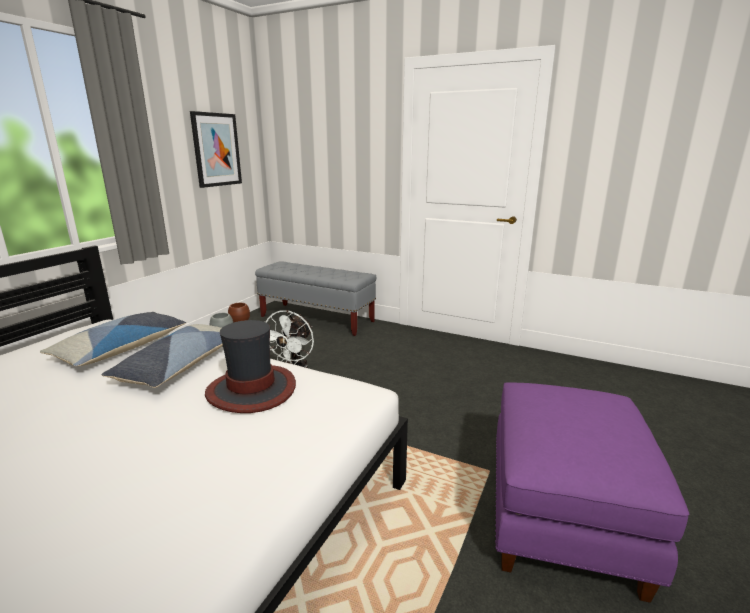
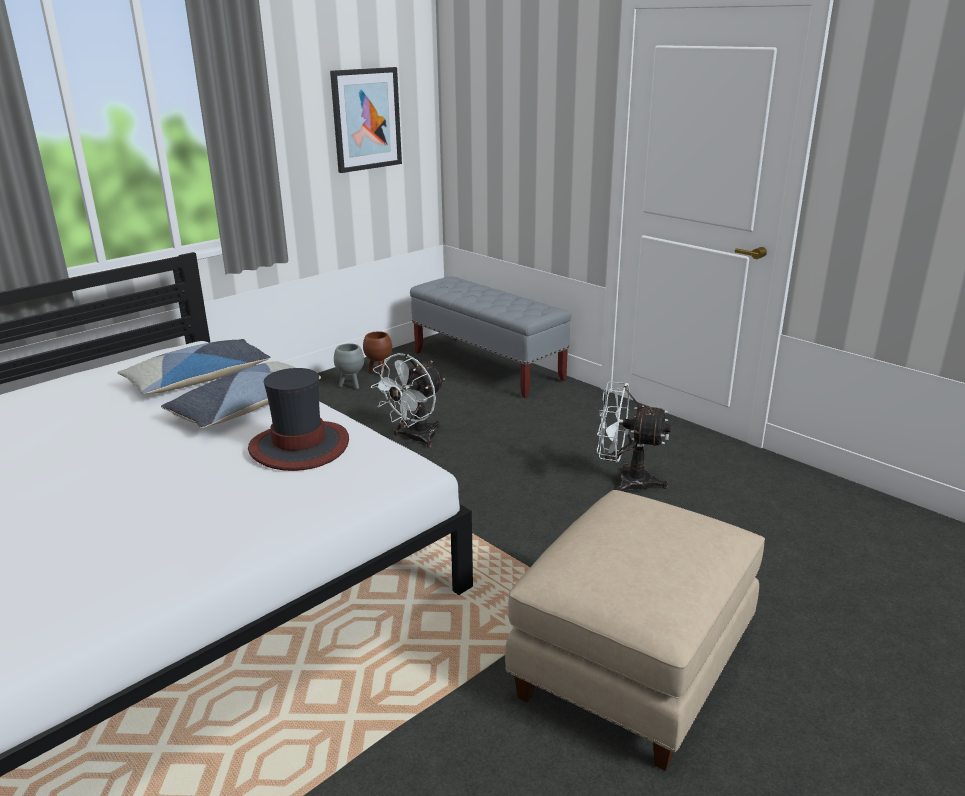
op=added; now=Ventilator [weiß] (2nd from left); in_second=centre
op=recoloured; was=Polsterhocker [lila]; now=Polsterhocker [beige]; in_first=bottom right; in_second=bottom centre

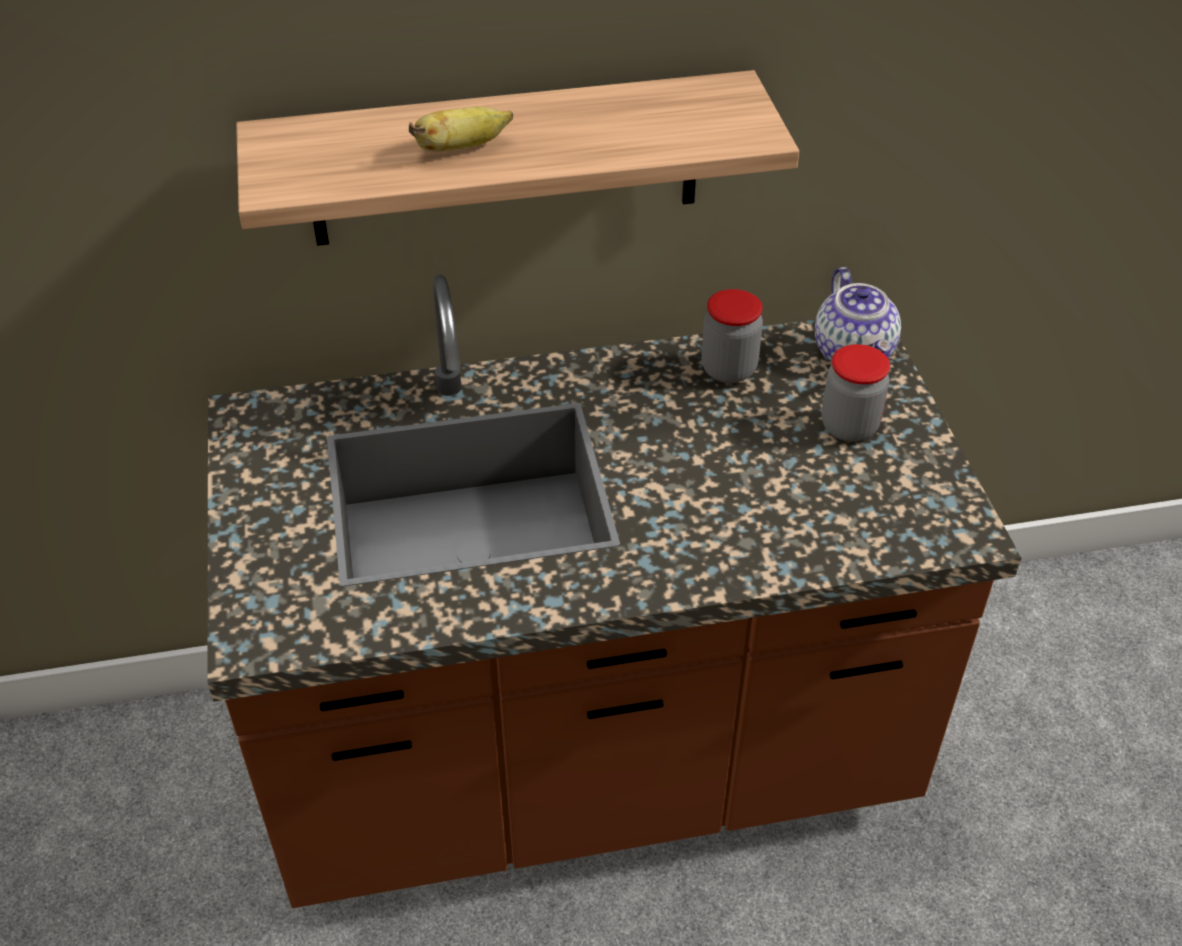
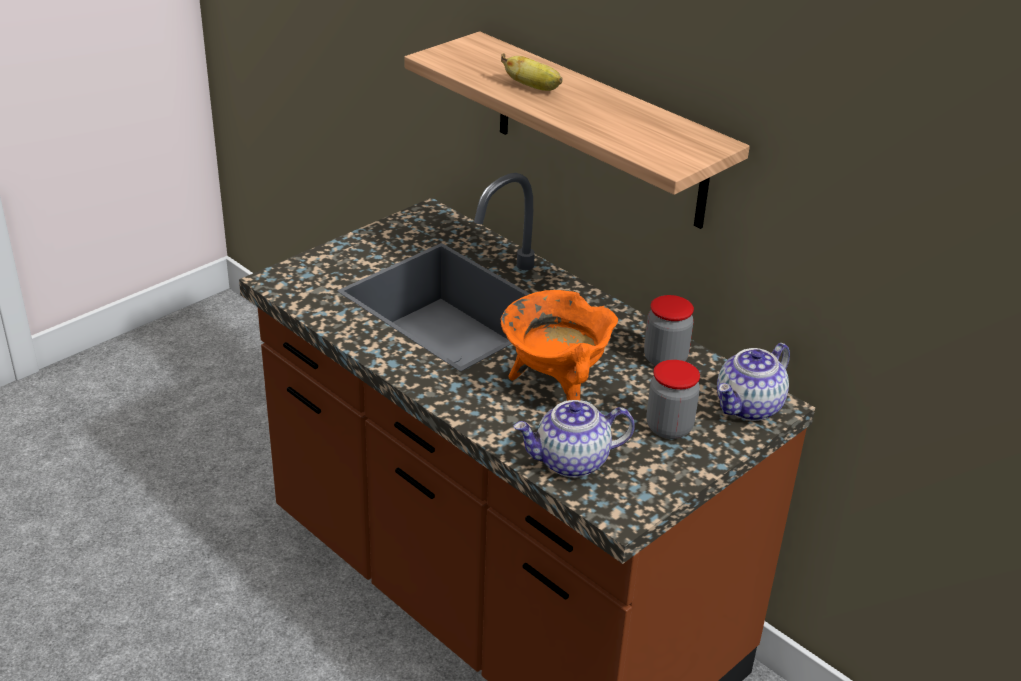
op=added; now=Kochtopf [orange]; in_second=centre
op=added; now=Teekanne (1st from left); in_second=centre

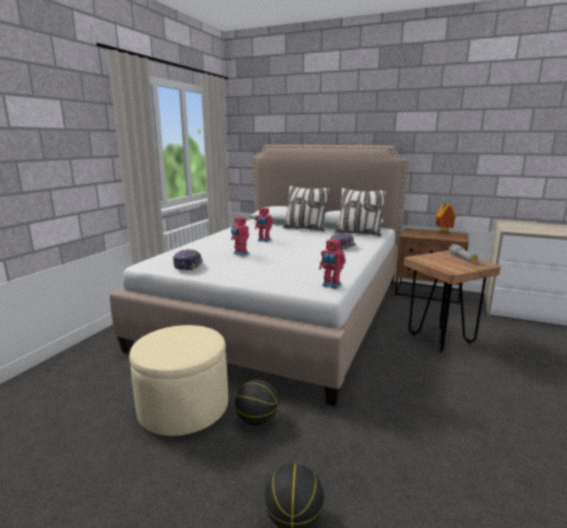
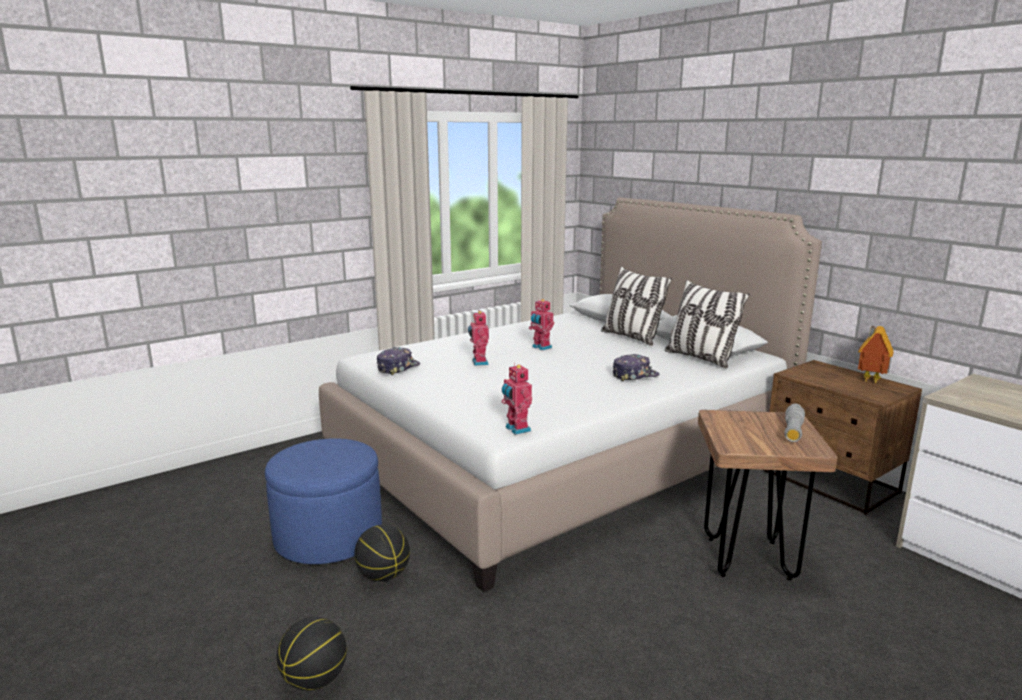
op=recoloured; was=Polsterhocker [beige]; now=Polsterhocker [blau]; in_first=bottom left; in_second=bottom left

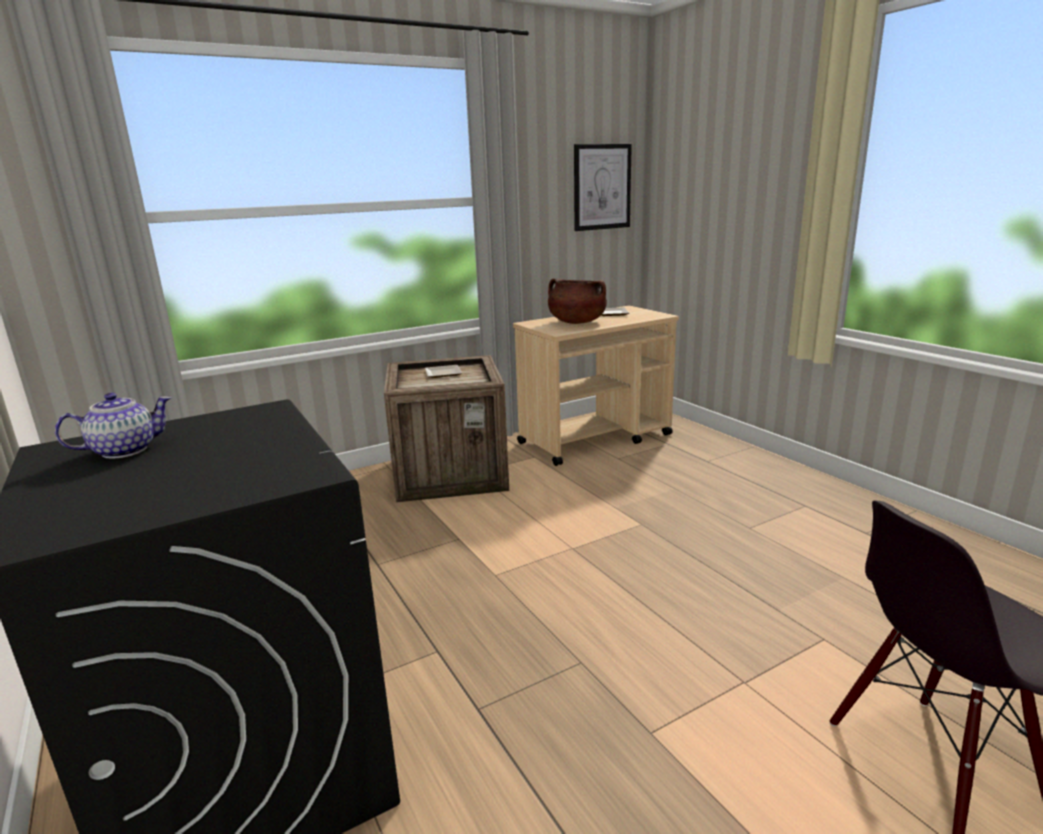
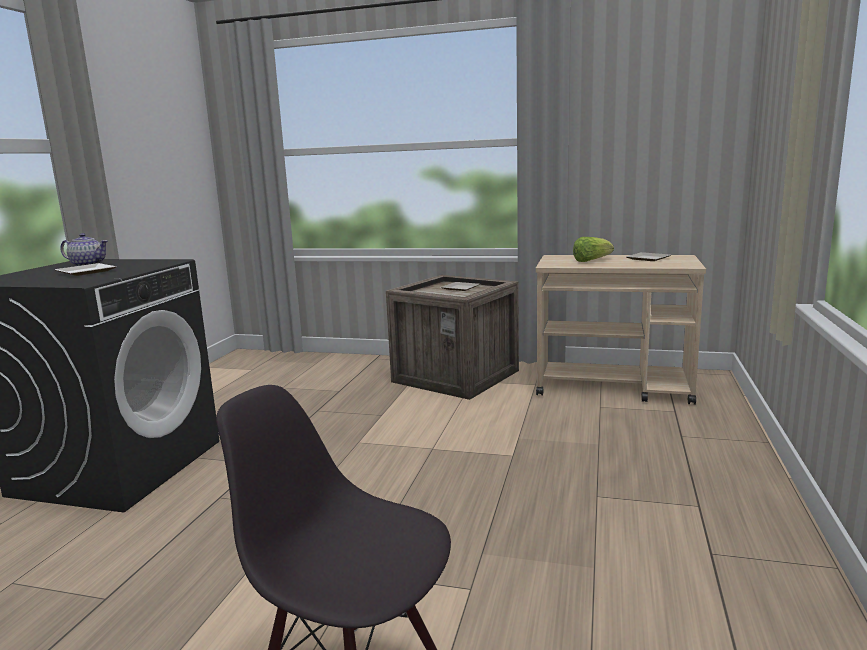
op=removed; was=Bild; in_first=top centre
op=added; now=Teller (1st from left); in_second=middle left
op=replaced; was=Kochtopf [braun]; now=Salatkopf; in_first=centre; in_second=middle right

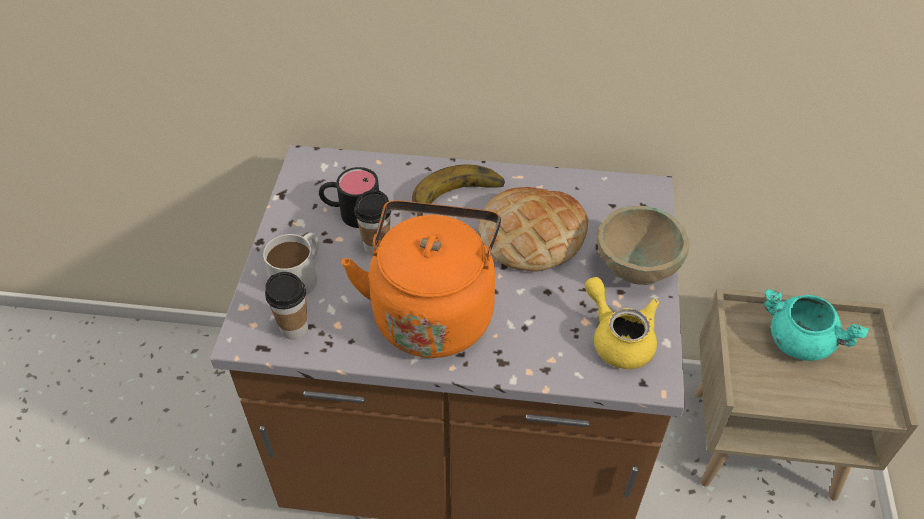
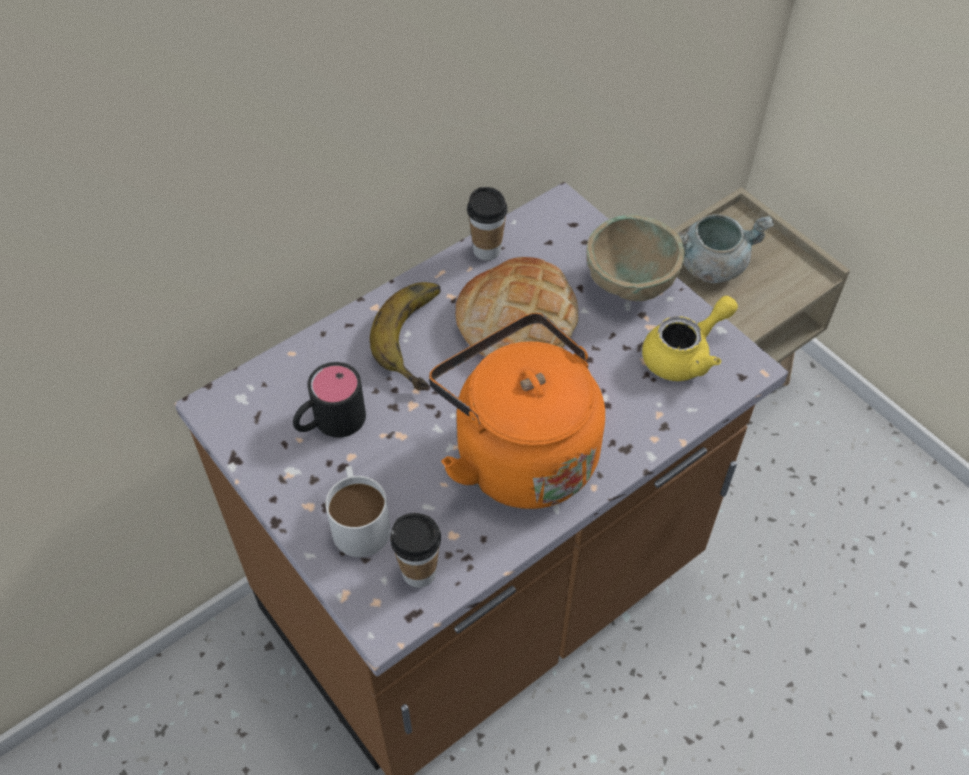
op=moved; was=Tasse (2nd from left); in_first=centre; in_second=top centre
op=recoloured; was=Kochtopf [türkis]; now=Kochtopf [grau]; in_first=middle right; in_second=top right
op=turned; was=Teekanne [gelb]; in_first=middle right; in_second=middle right; clockwise=135

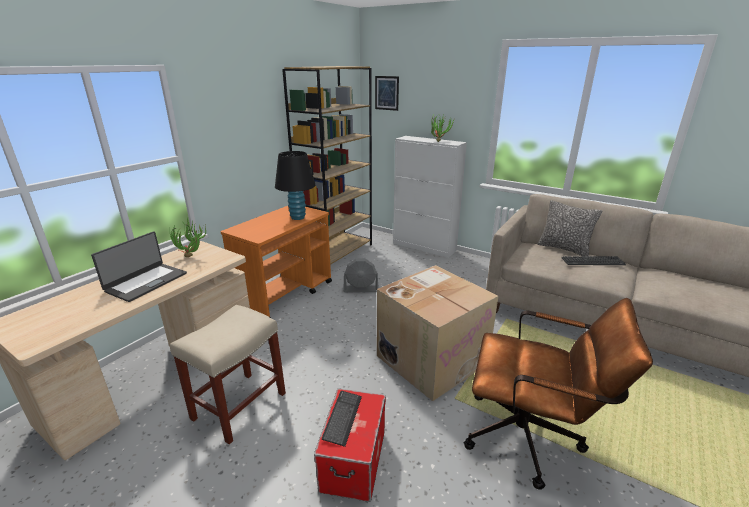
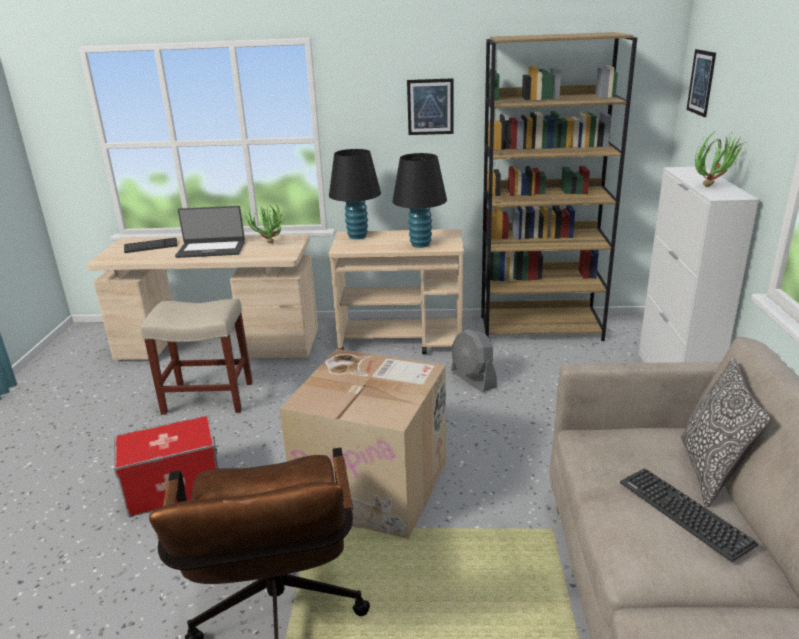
op=added; now=Tischlampe [schwarz] (1st from left); in_second=top centre
op=added; now=Bild (1st from left); in_second=top centre
op=moved; was=Tastatur (1st from left); in_first=bottom centre; in_second=middle left
op=recoloured; was=Rollwagen [orange]; now=Rollwagen [beige]; in_first=centre; in_second=centre

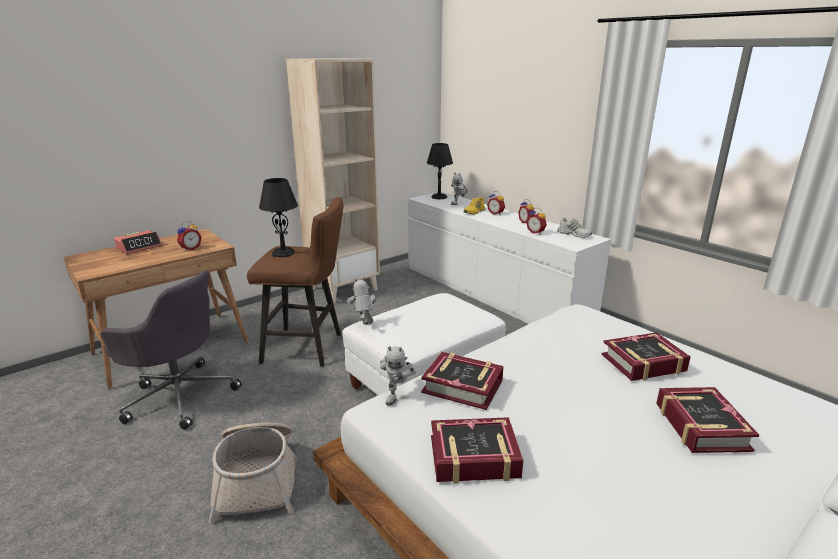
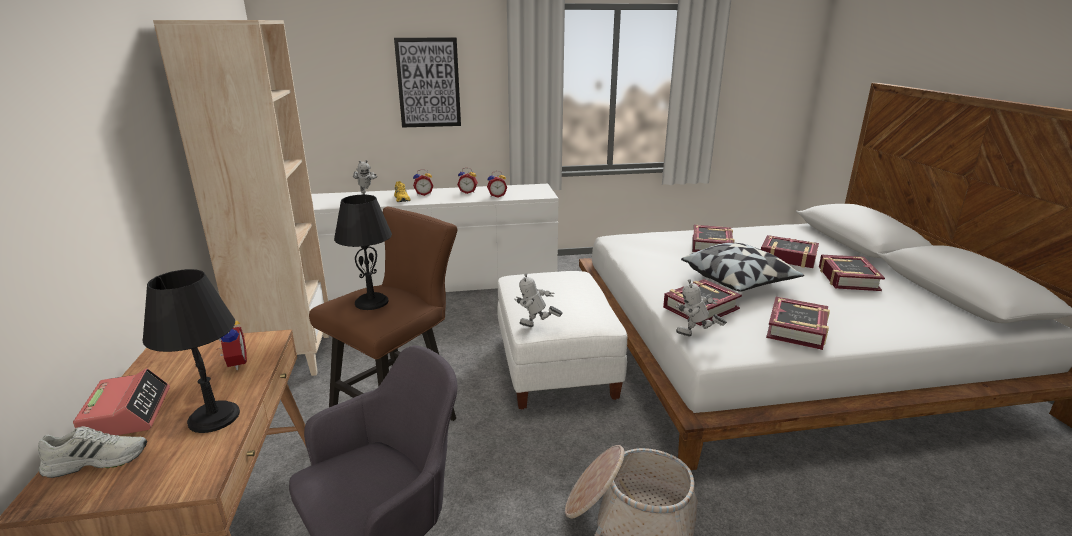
op=added; now=Bild; in_second=top centre
op=added; now=Kissen; in_second=middle right
op=added; now=Buch (5th from left); in_second=middle right
op=moved; was=Tischlampe [schwarz] (2nd from left in the first image); now=Tischlampe [schwarz] (1st from left); in_first=top centre; in_second=middle left
op=moved; was=Schuh [weiß]; in_first=middle right; in_second=bottom left
op=turned; was=Spielzeugroboter (2nd from left in the first image); in_first=bottom centre; in_second=centre; clockwise=150

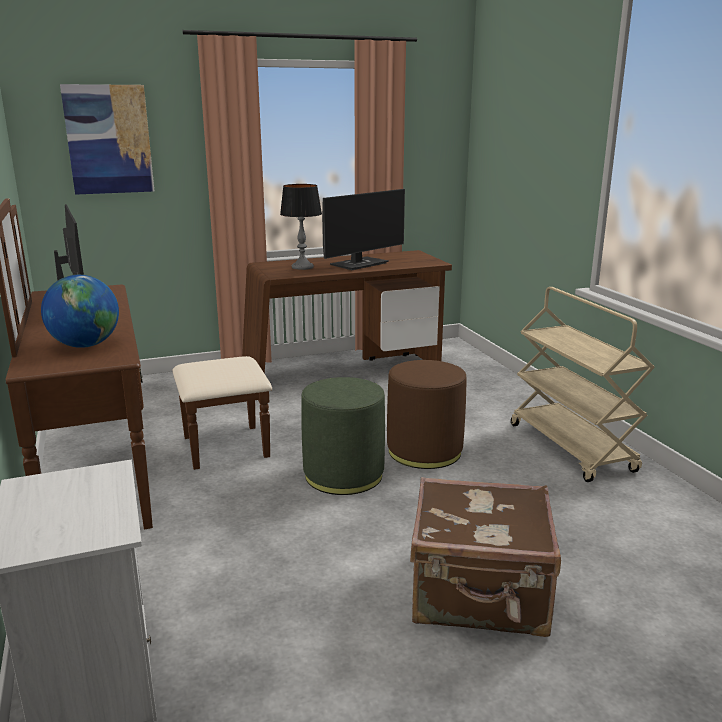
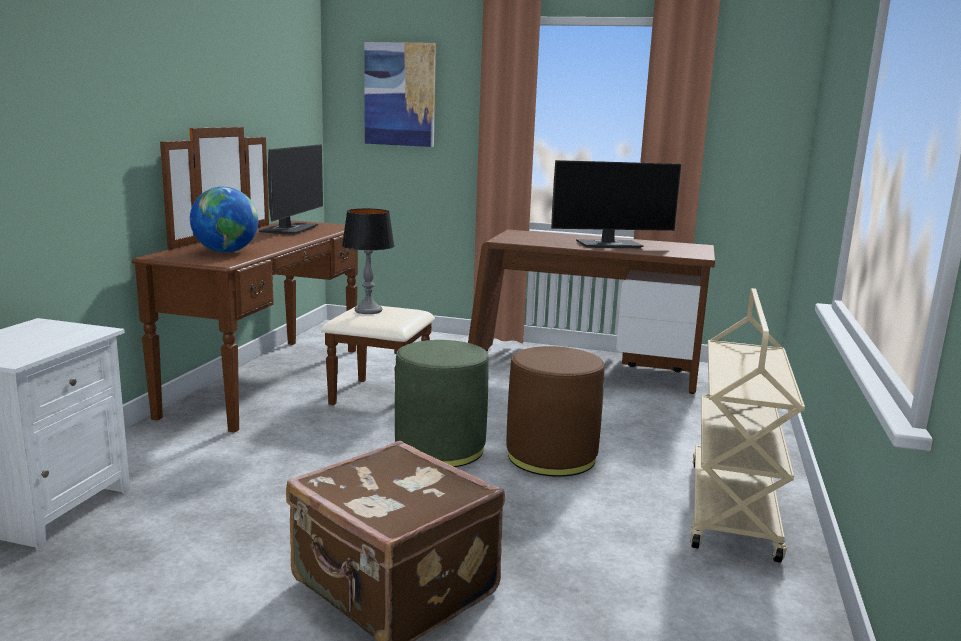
op=moved; was=Tischlampe; in_first=top centre; in_second=centre

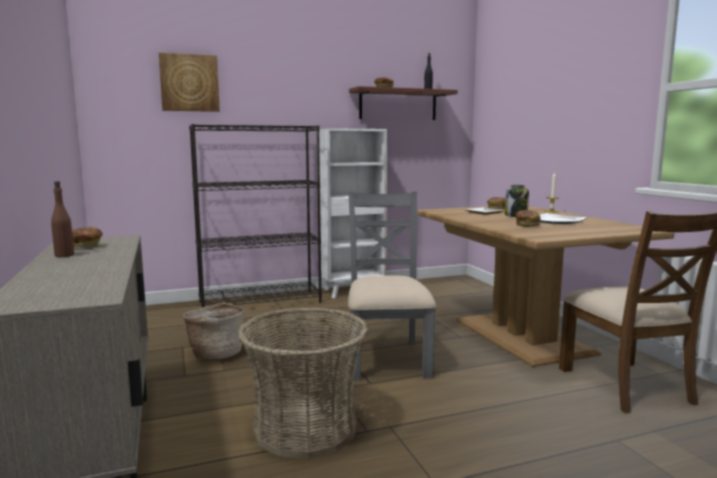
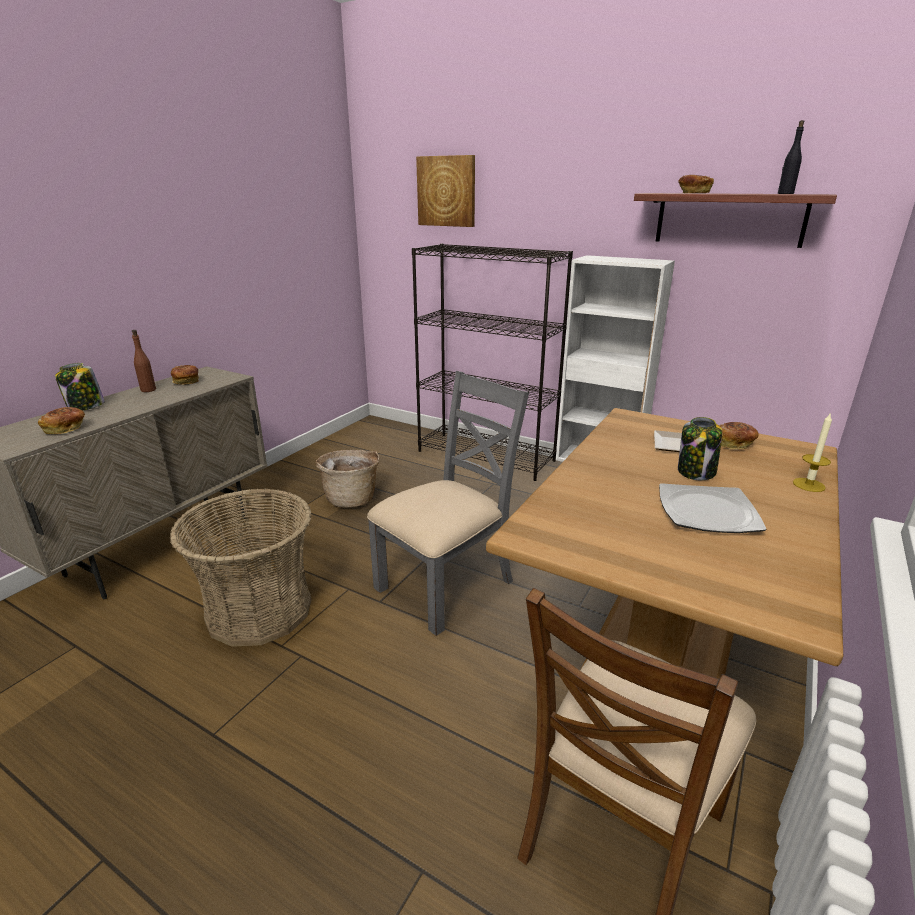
op=added; now=Vorratsglas (1st from left); in_second=middle left
op=moved; was=Brot (4th from left in the first image); now=Brot (1st from left); in_first=middle right; in_second=middle left

